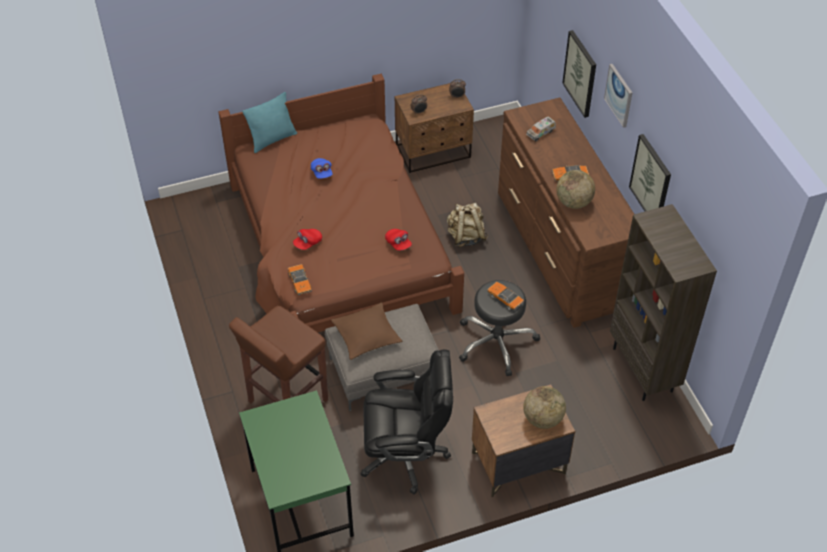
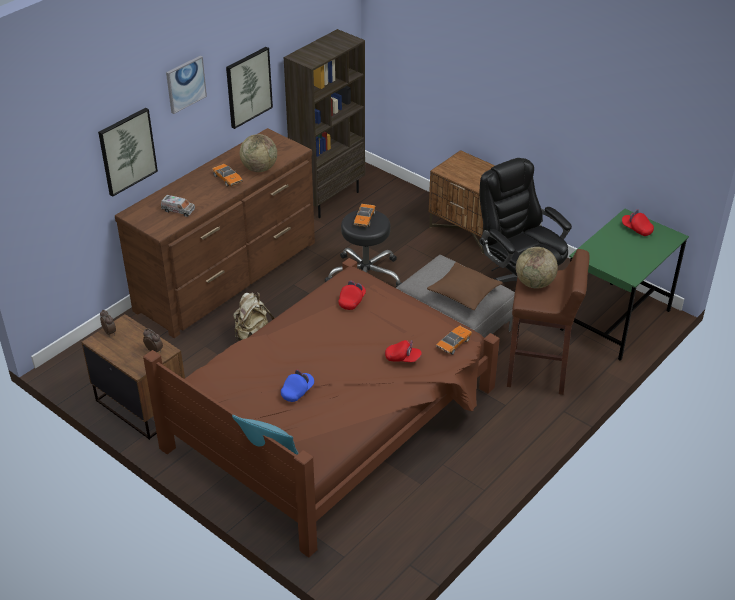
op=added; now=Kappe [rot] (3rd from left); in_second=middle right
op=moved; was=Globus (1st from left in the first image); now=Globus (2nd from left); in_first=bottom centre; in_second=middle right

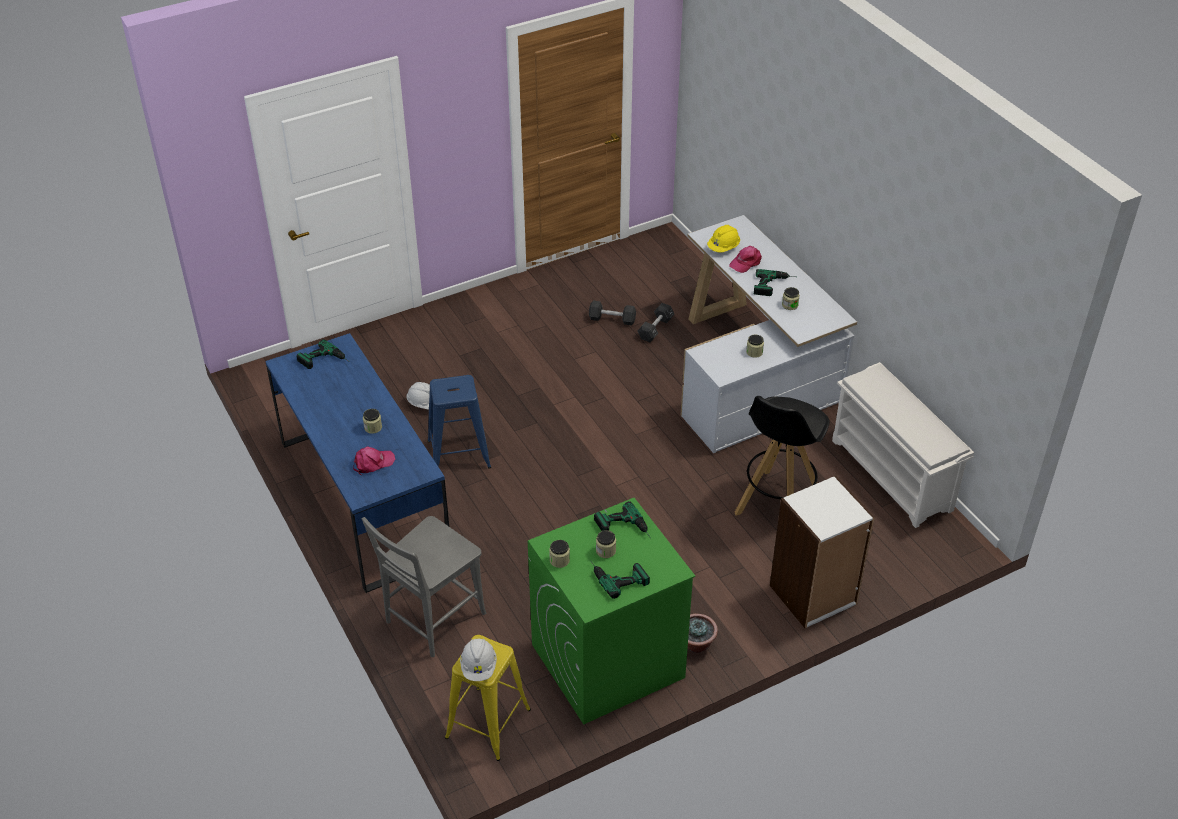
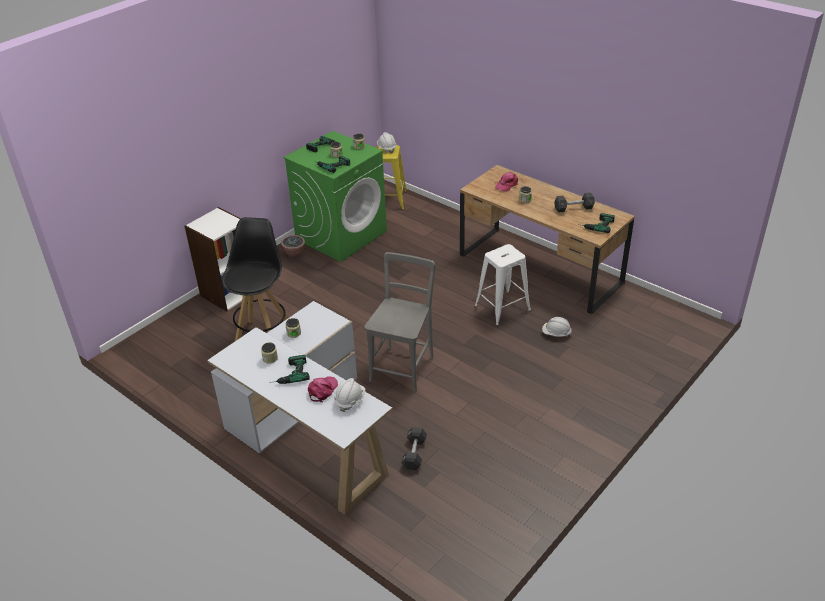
op=removed; was=Schuhregal [weiß]; in_first=middle right
op=moved; was=Stuhl [grau]; in_first=bottom centre; in_second=centre
op=moved; was=Hantel [schwarz] (1st from left in the first image); now=Hantel [schwarz] (2nd from left); in_first=centre; in_second=middle right
op=recoloured; was=Schreibtisch [blau]; now=Schreibtisch [braun]; in_first=middle left; in_second=centre
op=recoloured; was=Hocker [blau]; now=Hocker [weiß]; in_first=centre; in_second=centre
op=recoloured; was=Schutzhelm [gelb]; now=Schutzhelm [weiß] (1st from left); in_first=top centre; in_second=centre

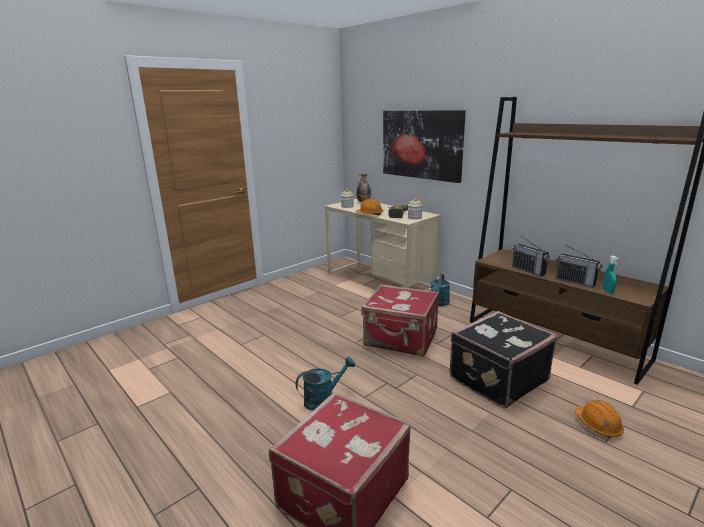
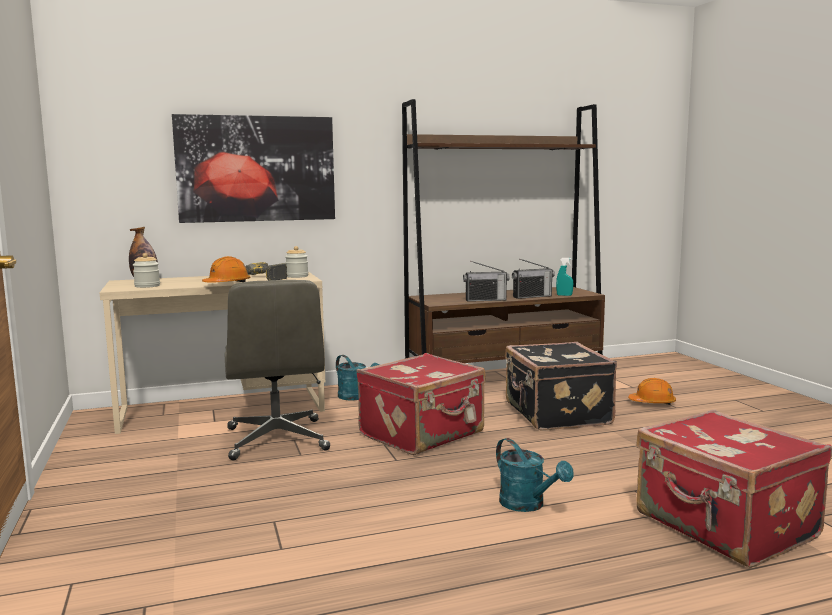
op=added; now=Bürostuhl [grau]; in_second=middle left
op=turned; was=Gießkanne [türkis] (1st from left in the first image); in_first=bottom centre; in_second=bottom centre; clockwise=150

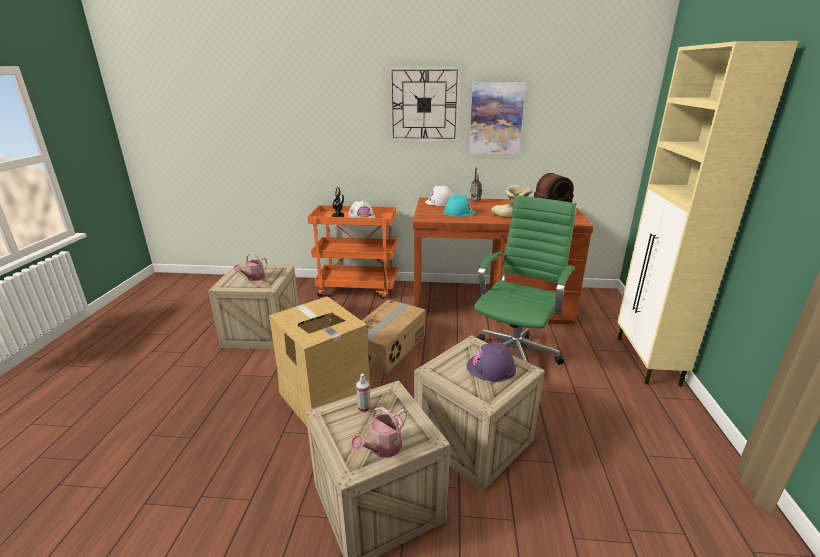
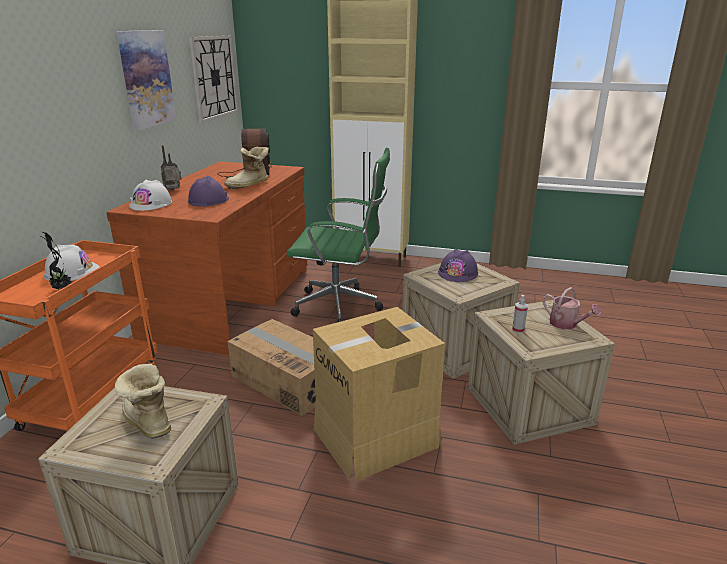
op=moved; was=Wanduhr; in_first=top centre; in_second=top left
op=replaced; was=Gießkanne (1st from left); now=Stiefel (1st from left); in_first=middle left; in_second=bottom left
op=recoloured; was=Schutzhelm [türkis]; now=Schutzhelm [lila] (1st from left); in_first=centre; in_second=middle left
op=turned; was=Bürostuhl [grün]; in_first=centre; in_second=centre; clockwise=150

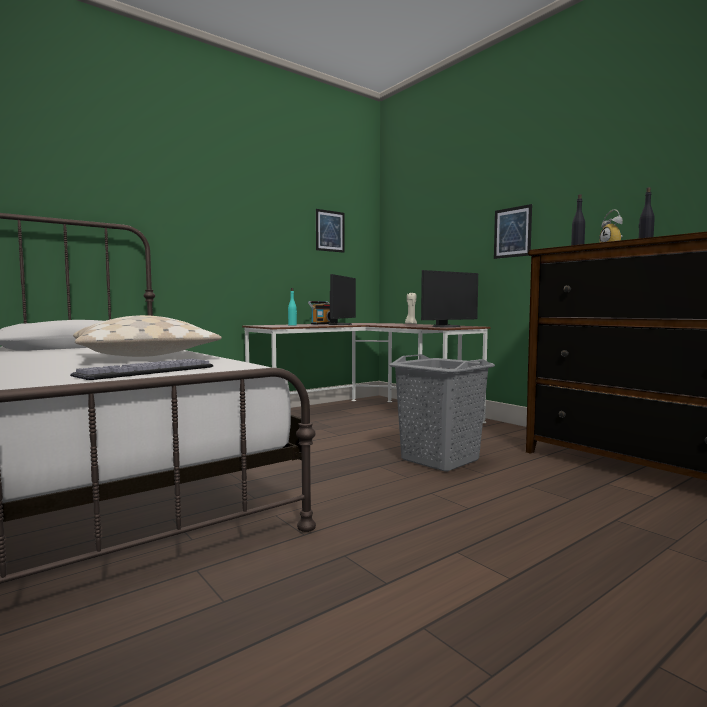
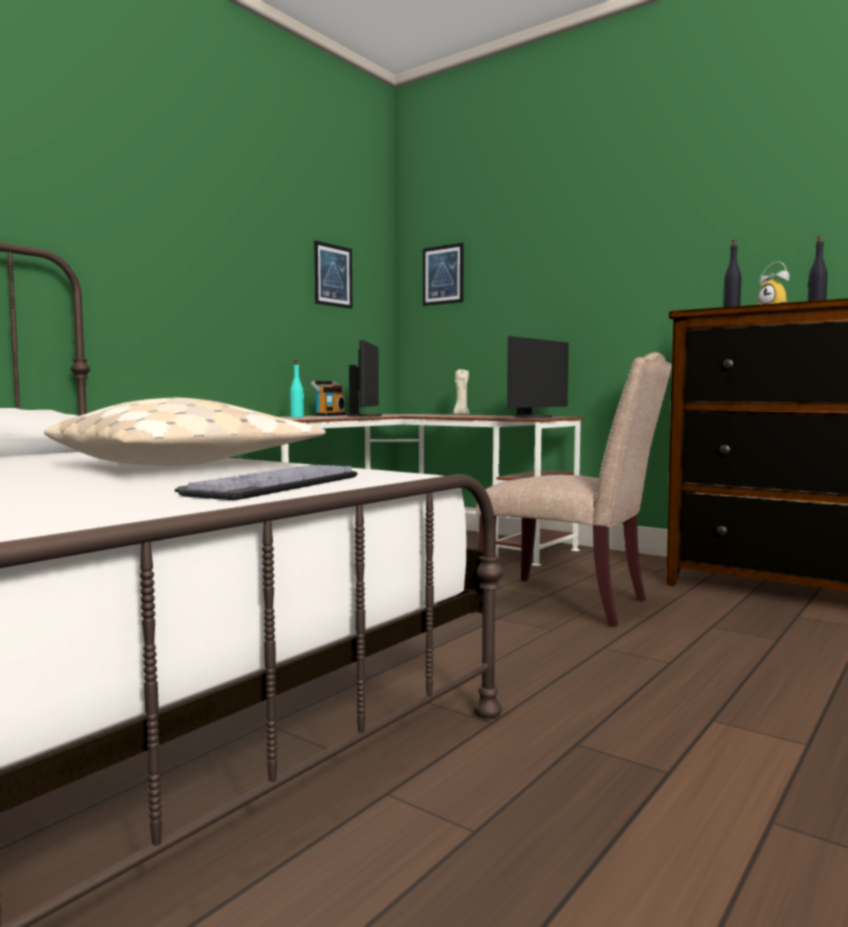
op=moved; was=Bild (2nd from left); in_first=top right; in_second=top centre
op=replaced; was=Wäschekorb [grau]; now=Stuhl [beige]; in_first=centre; in_second=middle right

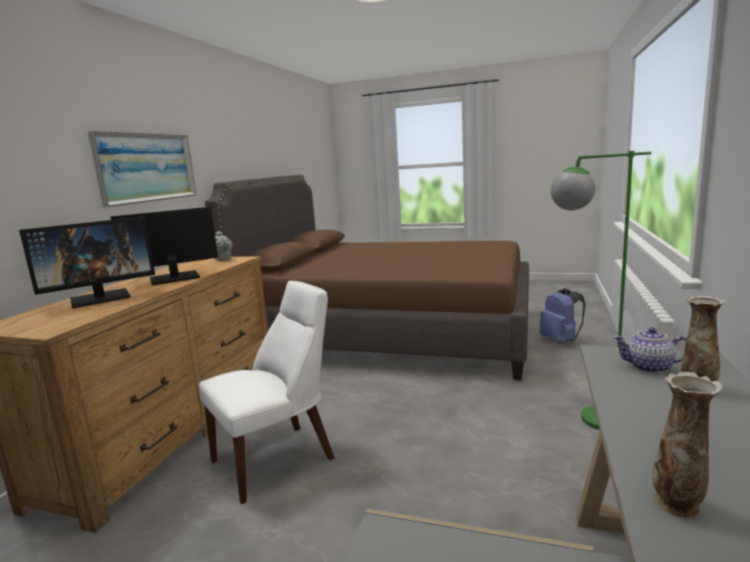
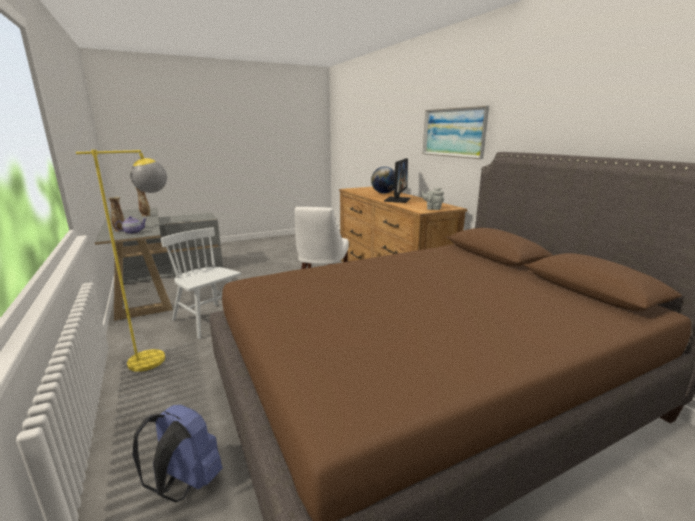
op=added; now=Stuhl [weiß] (1st from left); in_second=middle left
op=replaced; was=Monitor (1st from left); now=Globus; in_first=middle left; in_second=centre
op=recoloured; was=Stehlampe [grün]; now=Stehlampe [gelb]; in_first=middle right; in_second=middle left

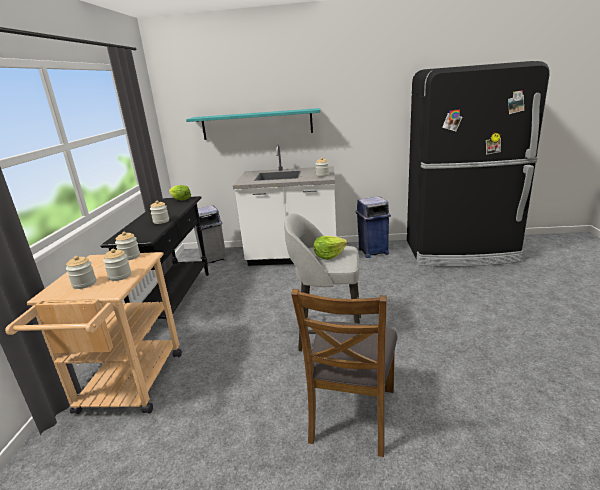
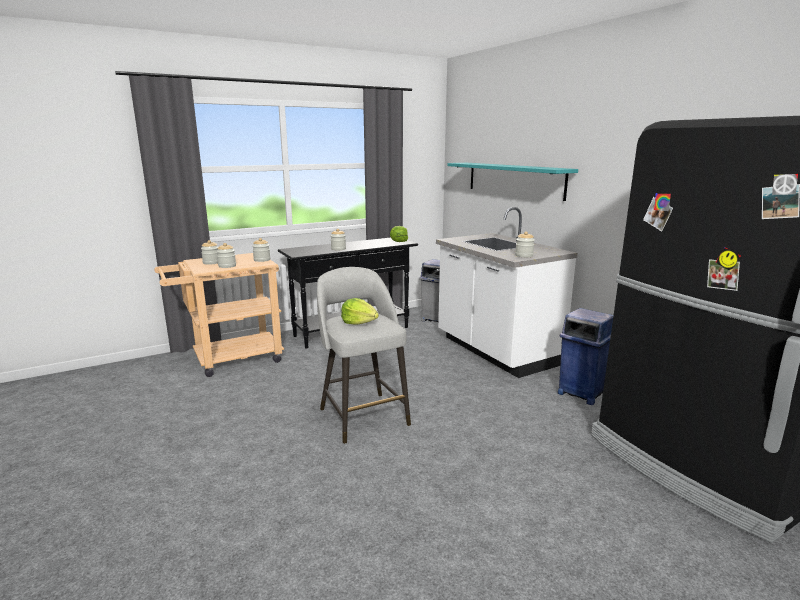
op=removed; was=Stuhl [braun]; in_first=bottom centre

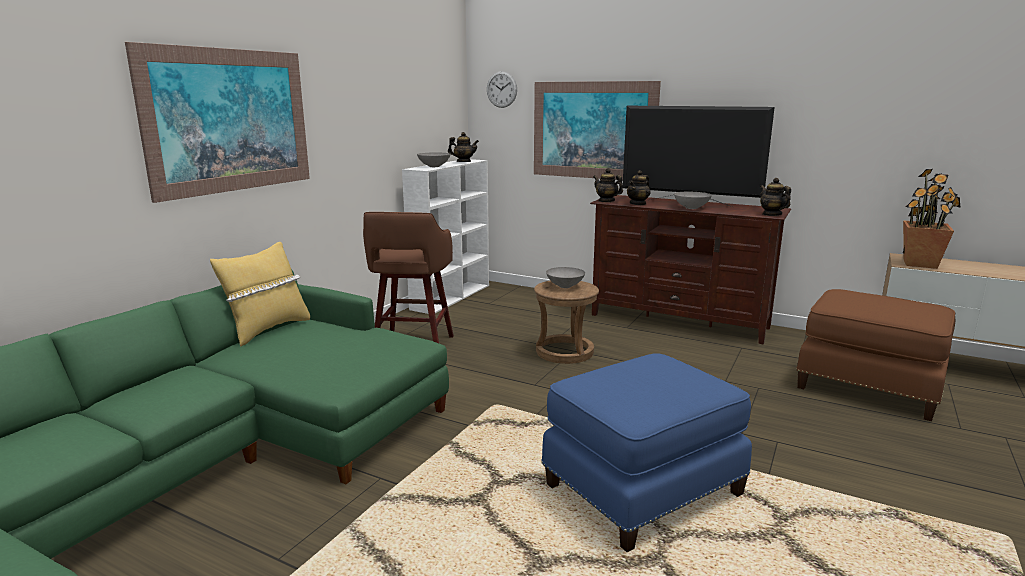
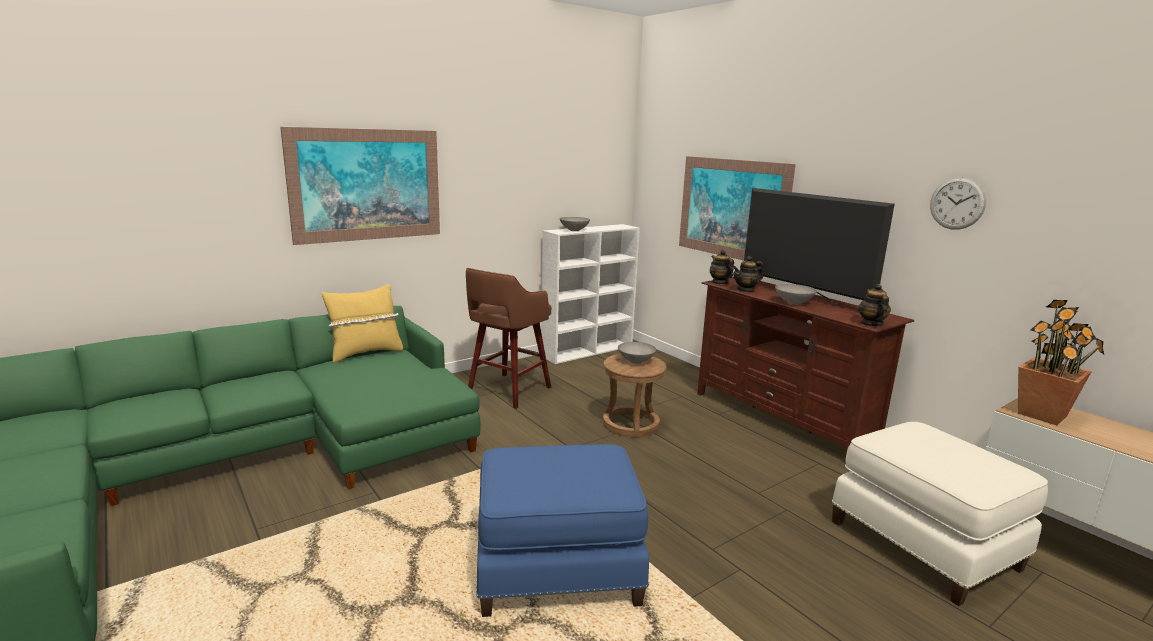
op=removed; was=Teekanne (1st from left); in_first=top centre
op=moved; was=Wanduhr; in_first=top centre; in_second=top right
op=recoloured; was=Polsterhocker [braun]; now=Polsterhocker [weiß]; in_first=middle right; in_second=bottom right

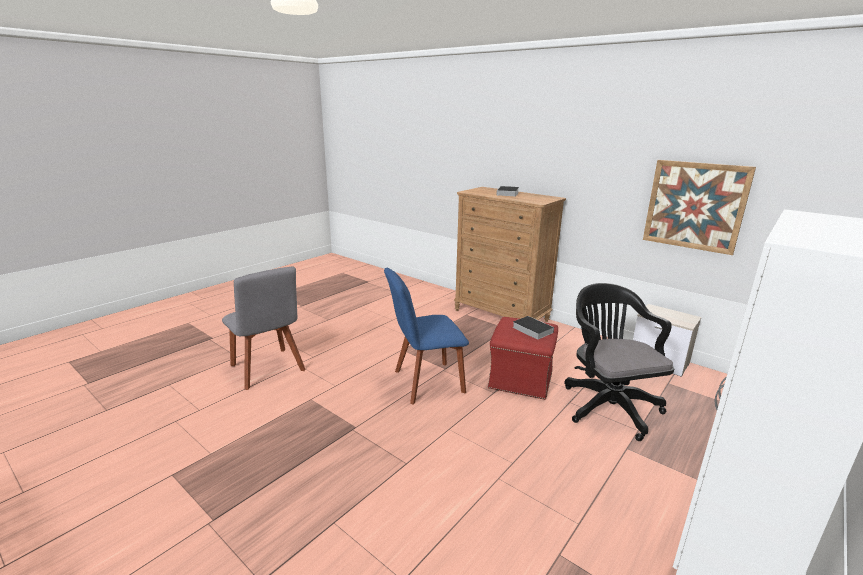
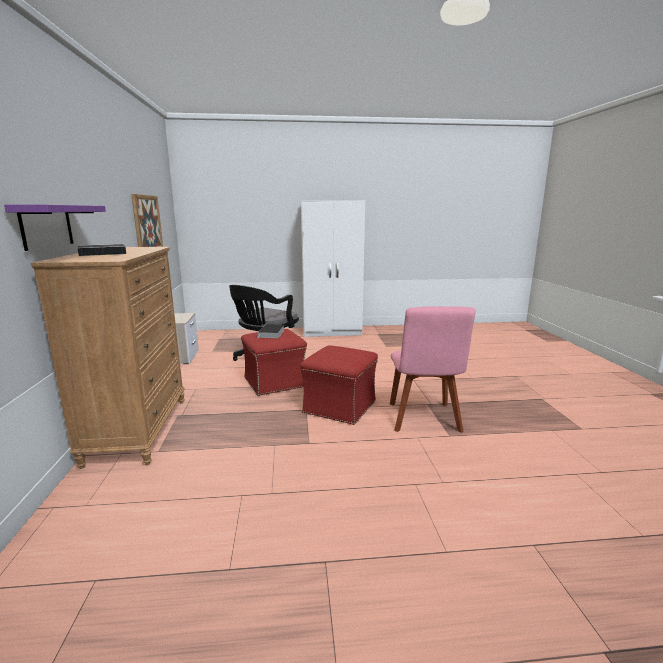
op=removed; was=Stuhl [grau]; in_first=middle left
op=added; now=Wandregal [lila]; in_second=middle left
op=added; now=Stuhl [rosa]; in_second=centre
op=replaced; was=Stuhl [blau]; now=Polsterhocker [rot] (2nd from left); in_first=centre; in_second=centre

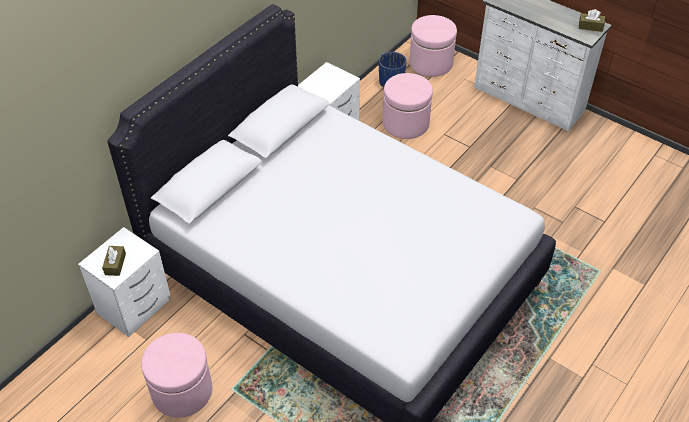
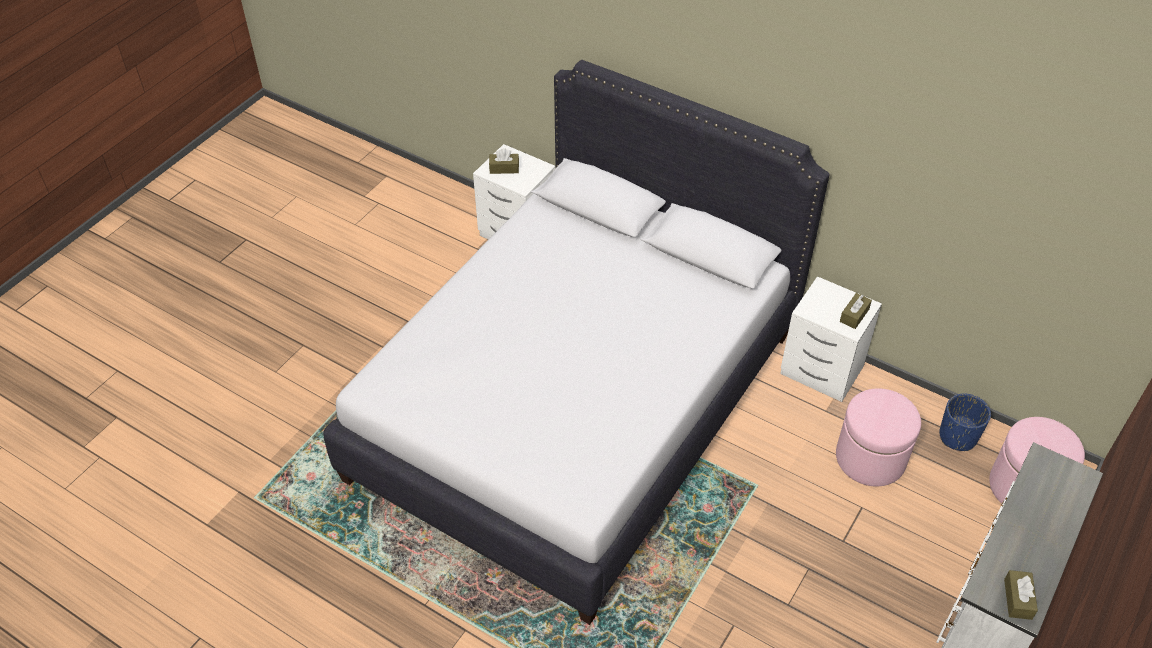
op=removed; was=Polsterhocker [rosa] (1st from left); in_first=bottom left
op=added; now=Taschentuchbox [braun] (2nd from left); in_second=middle right

